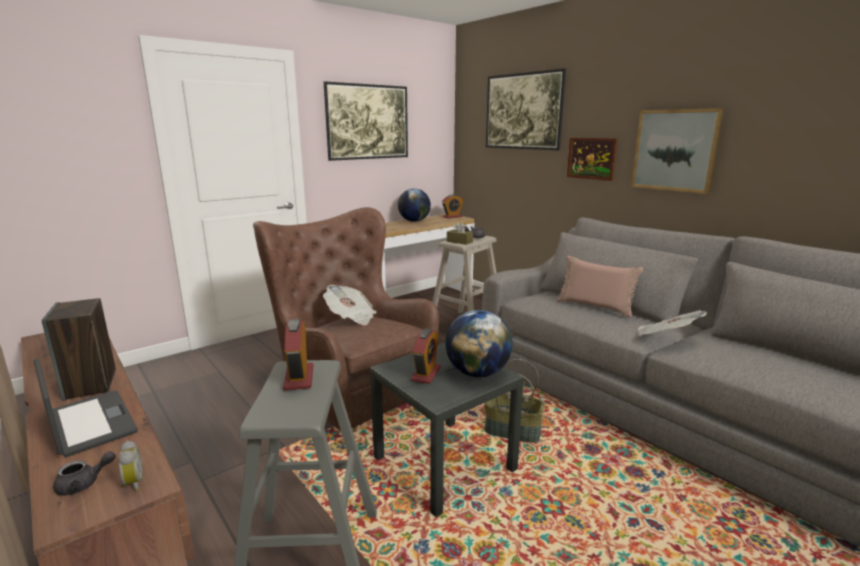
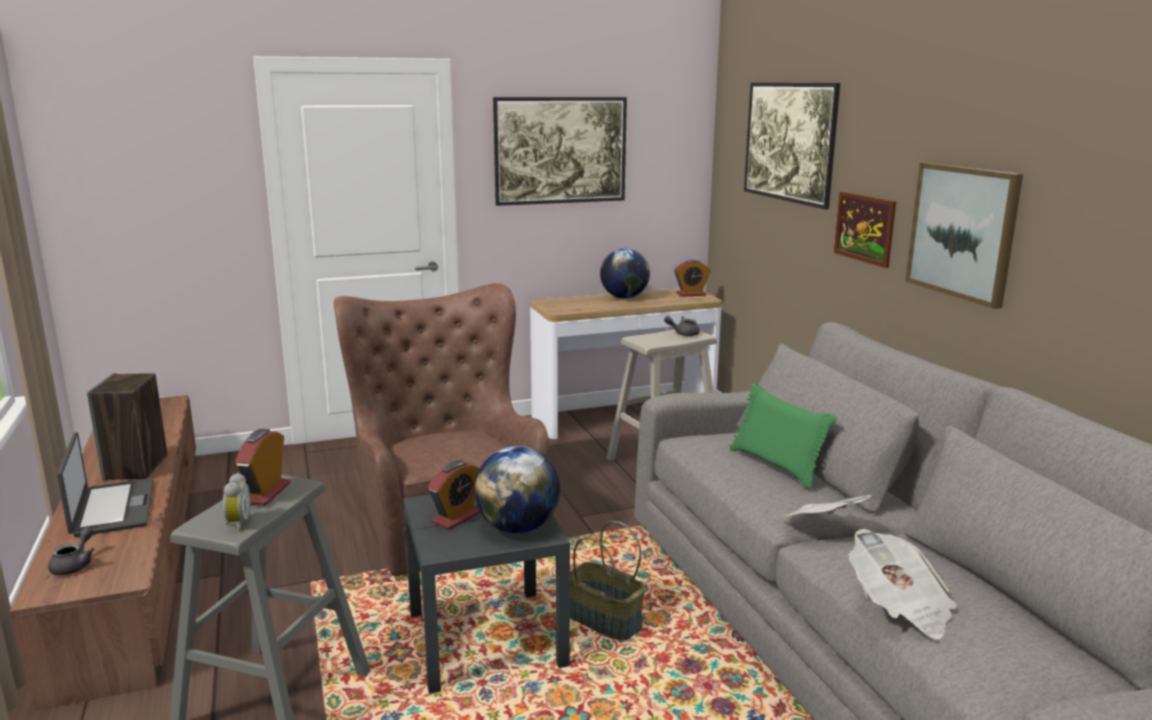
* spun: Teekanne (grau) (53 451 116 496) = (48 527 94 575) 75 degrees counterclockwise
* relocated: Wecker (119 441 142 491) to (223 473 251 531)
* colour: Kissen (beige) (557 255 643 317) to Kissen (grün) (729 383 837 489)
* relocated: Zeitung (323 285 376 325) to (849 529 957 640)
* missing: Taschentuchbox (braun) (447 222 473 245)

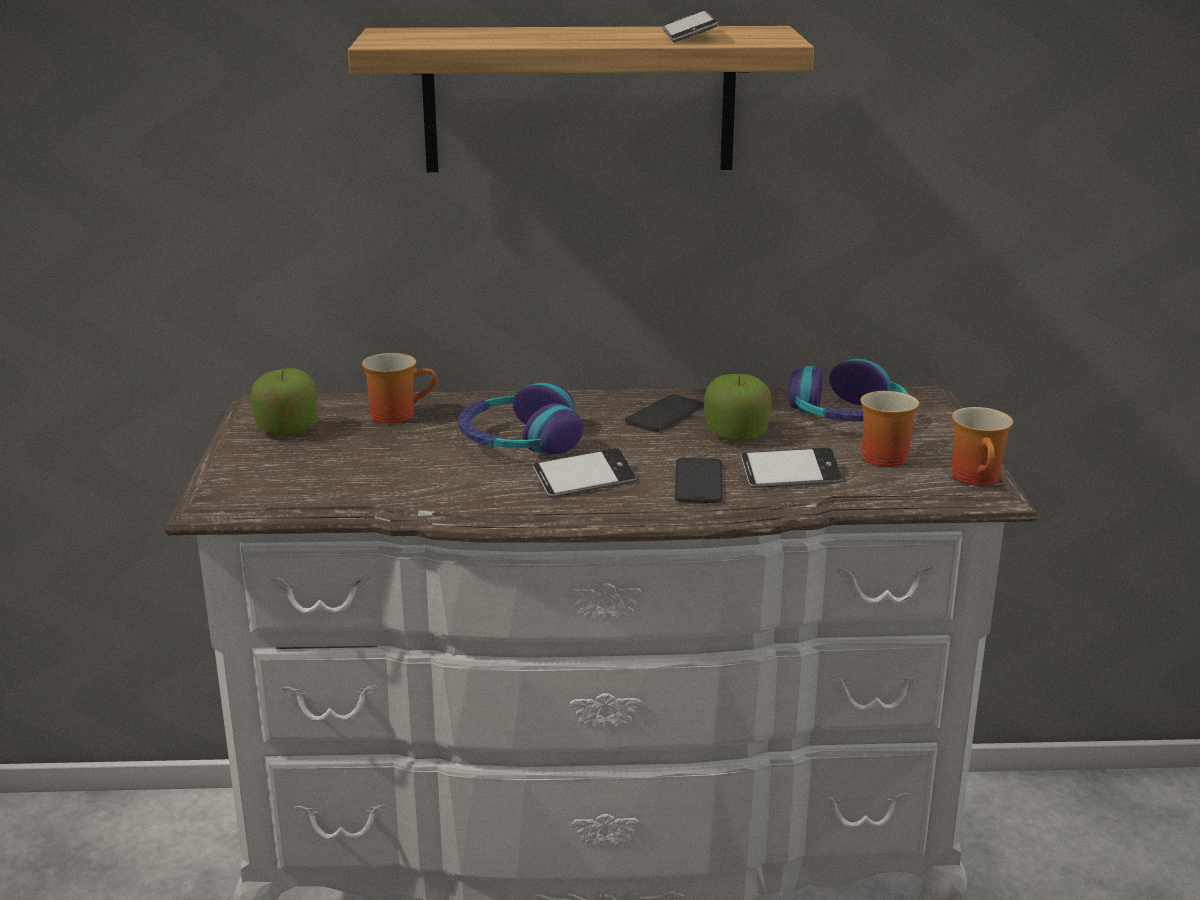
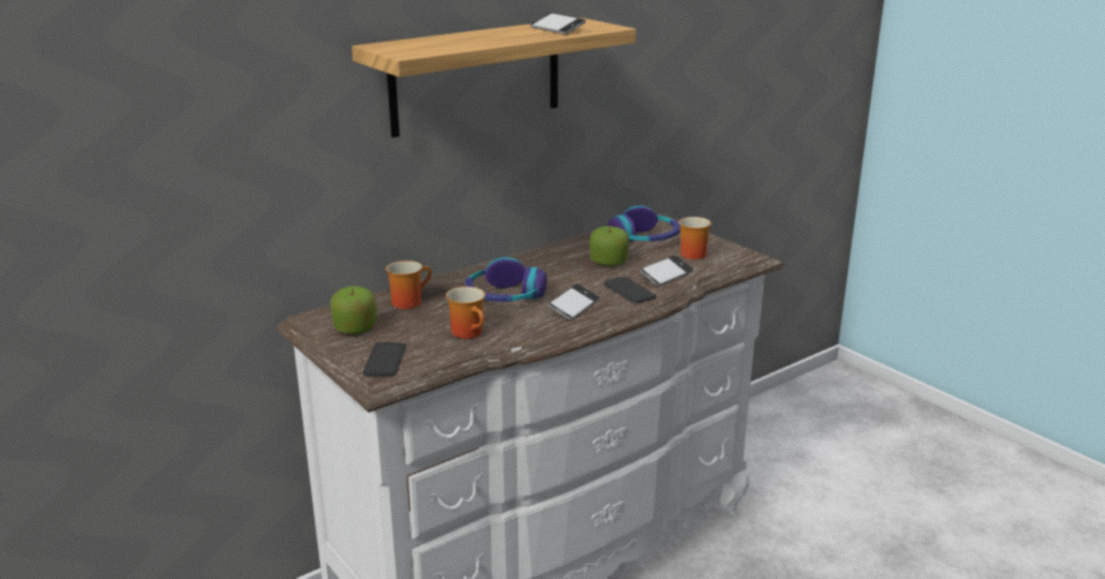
* relocated: Handy (625 394 704 432) to (363 342 406 376)
* relocated: Henkelbecher (951 407 1013 486) to (446 287 485 339)

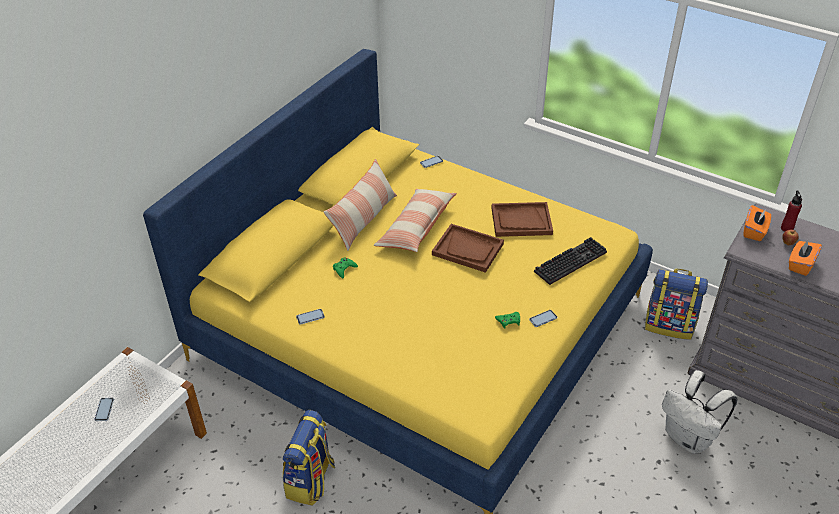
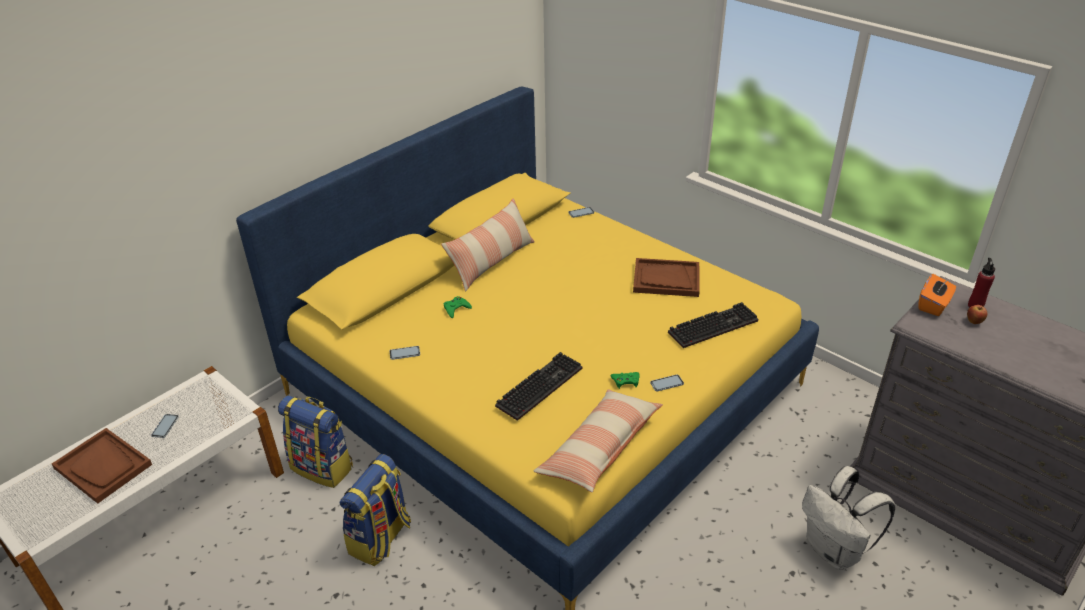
* relocated: Tablett (braun) (432 224 504 273) to (52 428 152 503)
* relocated: Rucksack (645 268 708 340) to (278 395 353 488)
* appeared: Tastatur (495 352 582 421)
* relocated: Kissen (374 189 457 252) to (533 389 663 493)
* missing: Taschentuchbox (orange) (789 239 822 276)

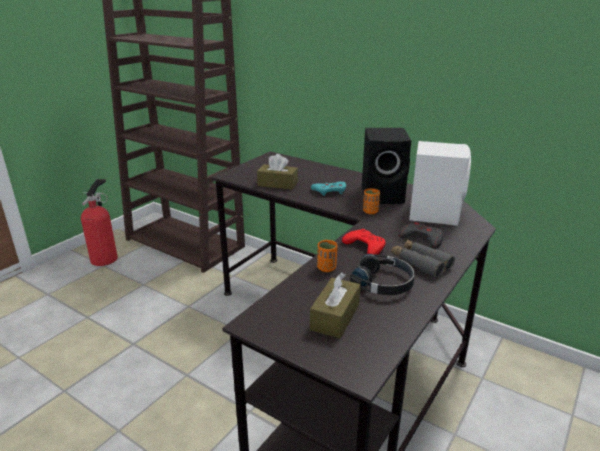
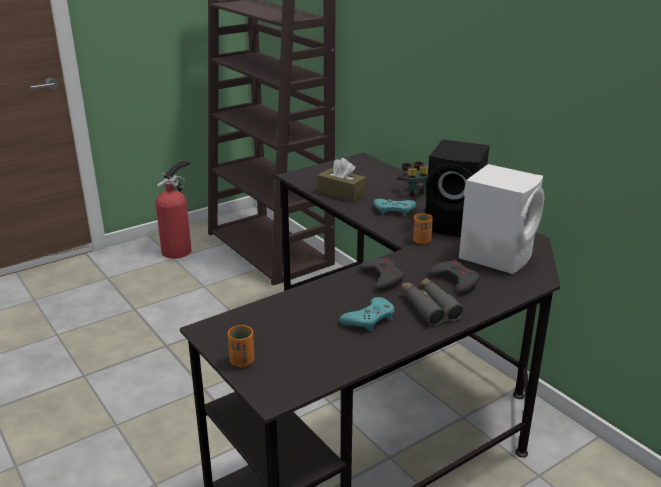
* relocated: Tasse (orange) (317 240 337 272) to (228 325 254 367)
* exchanged: Kopfhörer (schwarz) (350 254 415 295) to Gamepad (türkis) (340 297 395 331)
* colour: Gamepad (rot) (342 229 386 255) to Gamepad (grau) (359 258 403 292)
* appeared: Fernglas (397 161 428 197)
* missing: Taschentuchbox (braun) (310 272 360 338)

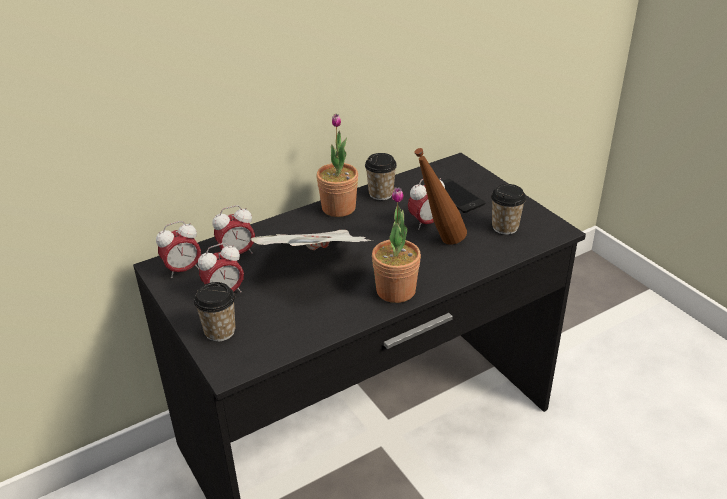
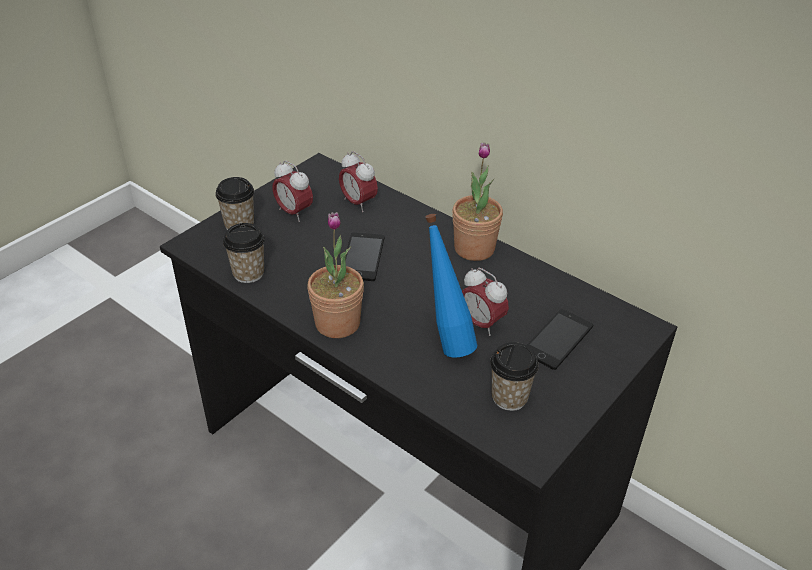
* relocated: Tasse (365 153 397 200) to (223 223 265 283)
* exchanged: Zeitung (251 230 373 250) to Handy (345 232 385 281)
* colour: Flasche (braun) (414 148 467 245) to Flasche (blau) (425 214 477 358)
* missing: Wecker (156 221 201 278)

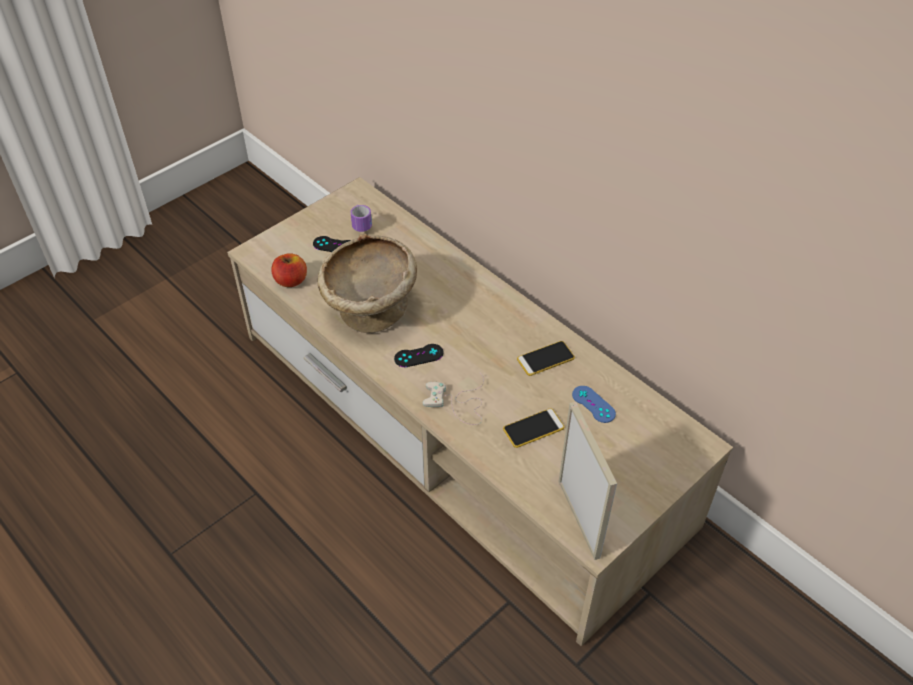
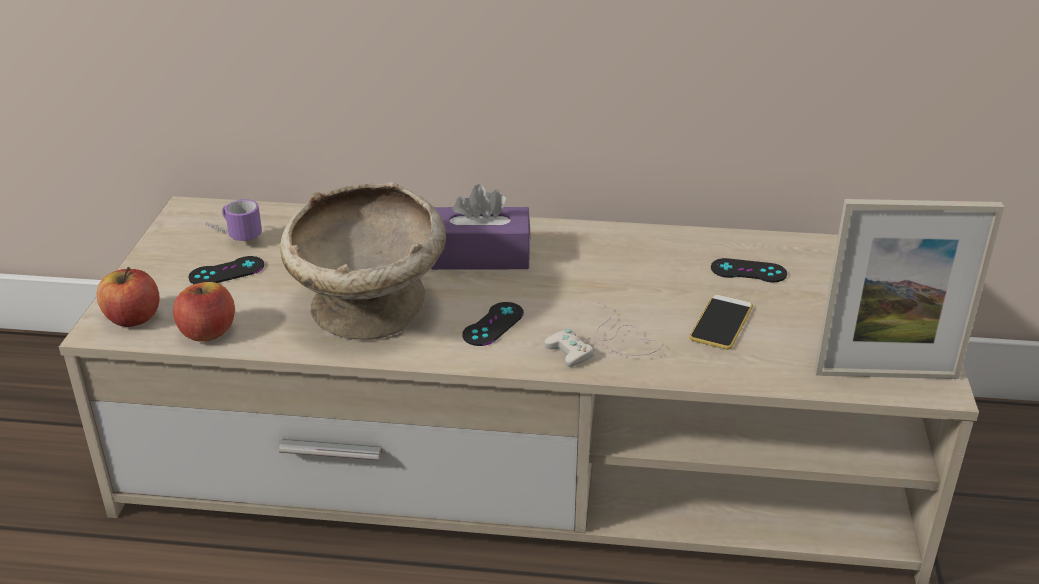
* appeared: Apfel (97 267 159 327)
* appeared: Taschentuchbox (lila) (431 184 531 270)
* colour: Gamepad (blau) (572 386 616 423) to Gamepad (schwarz) (711 258 787 282)
* spun: Bilderrahmen (558 402 617 560) = (814 199 1004 379) 150 degrees clockwise
* missing: Handy (517 341 575 376)

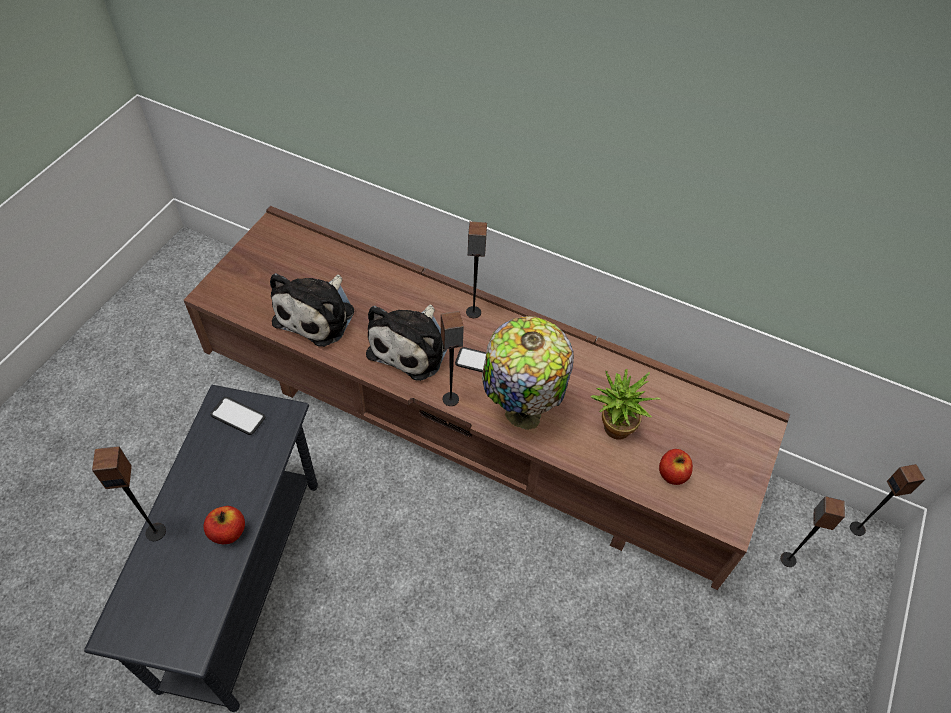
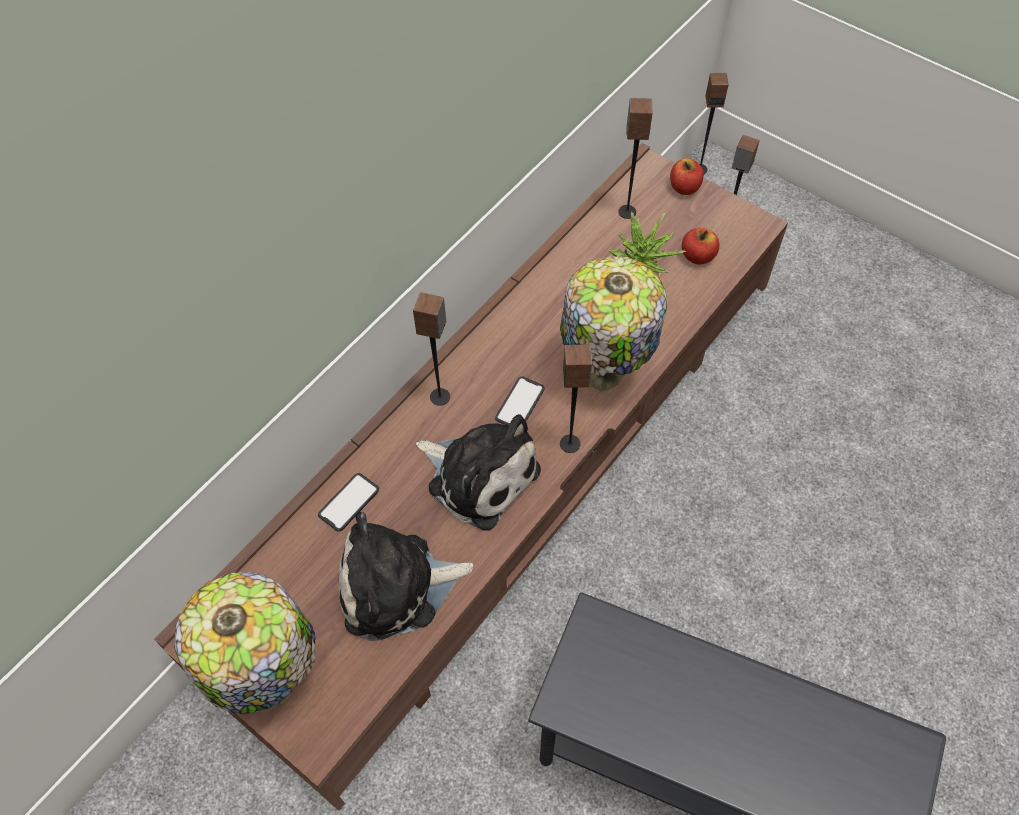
* appeared: Tischlampe (174 572 315 714)
* relocated: Handy (210 397 265 435) to (318 473 379 532)
* spun: Plüschtier (270 273 354 347) = (338 512 473 641) 135 degrees clockwise
* relocated: Lautsprecher (92 446 166 541) to (618 98 652 219)
* relocated: Apfel (203 506 245 544) to (670 158 704 195)

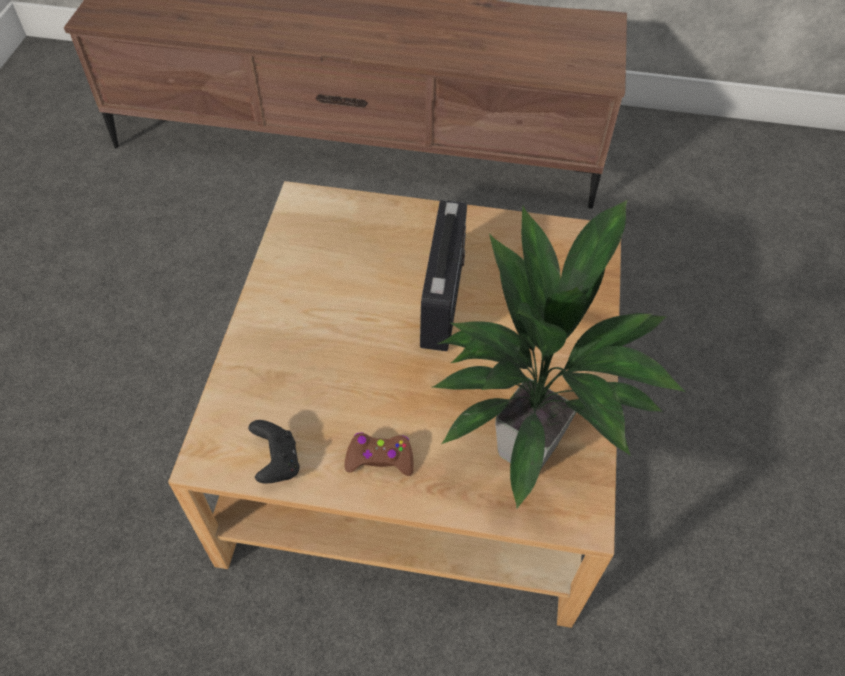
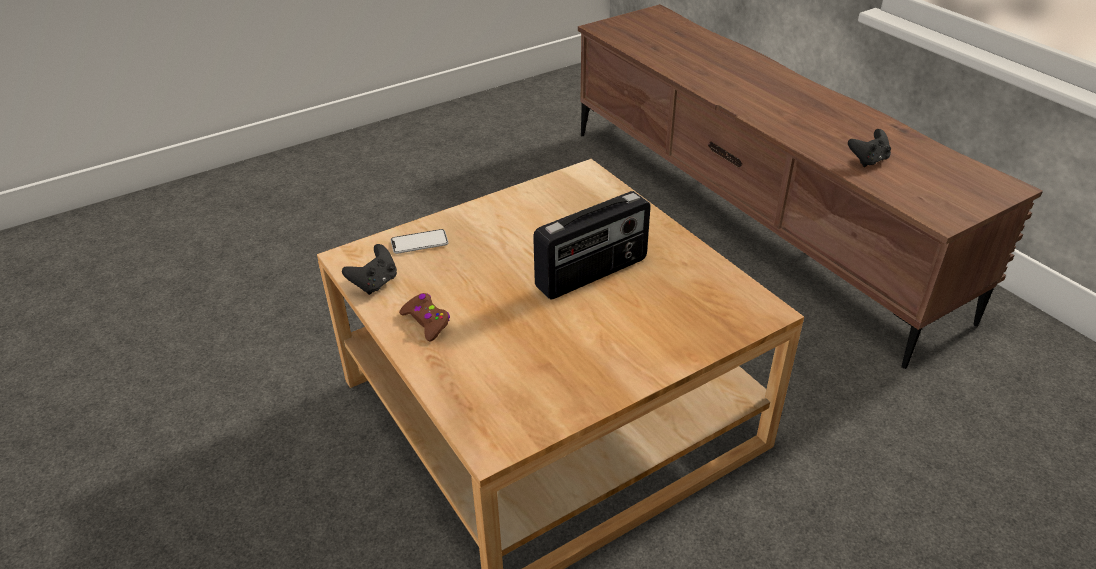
* appeared: Handy (391 229 449 254)
* appeared: Gamepad (schwarz) (848 129 891 167)
* missing: Topfpflanze (432 199 685 510)

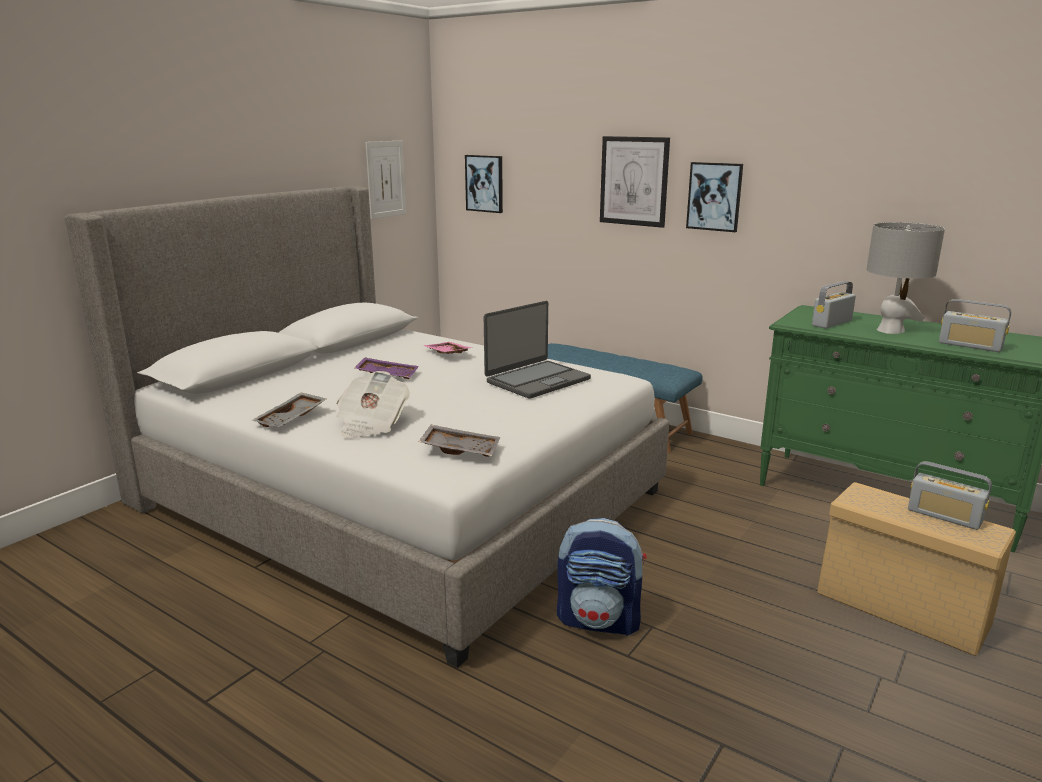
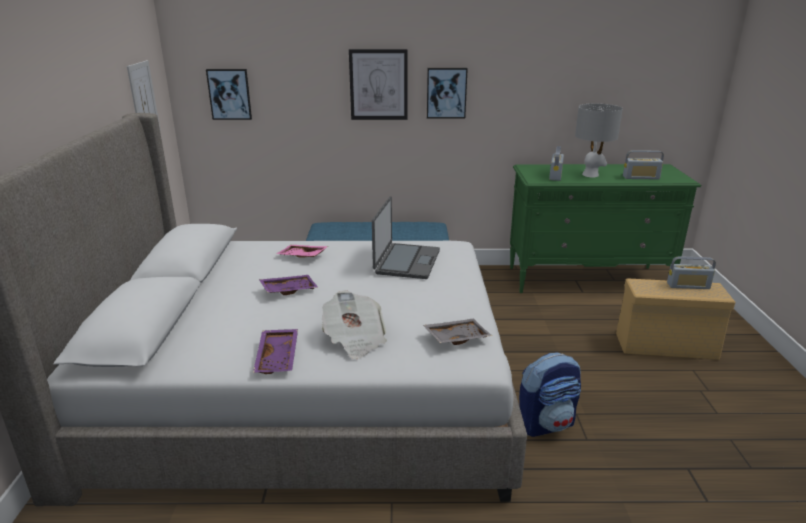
* colour: Tablett (grau) (252 393 327 427) to Tablett (lila) (253 329 298 374)

